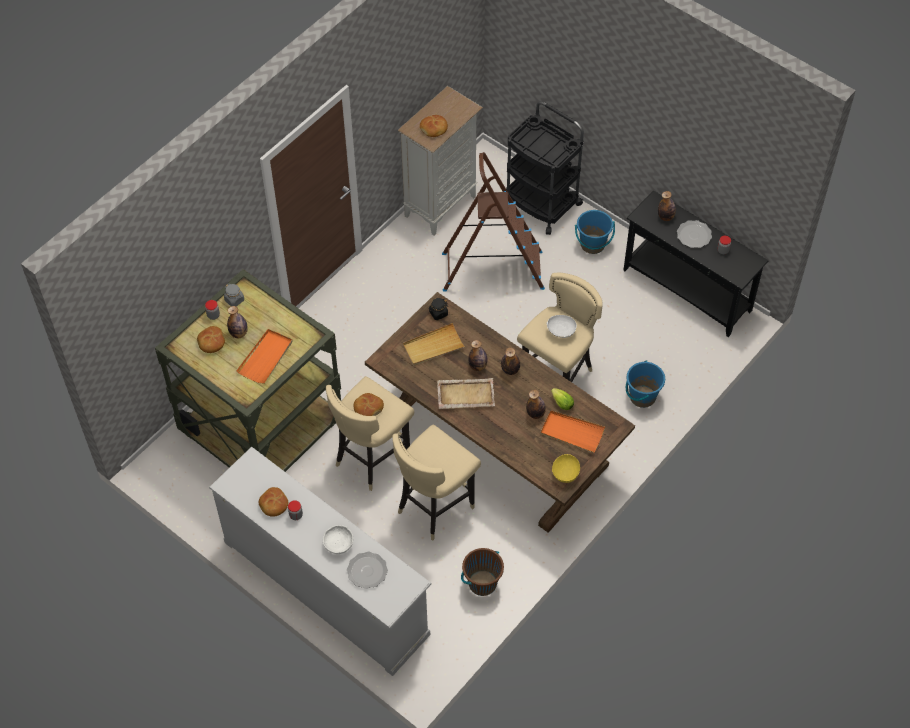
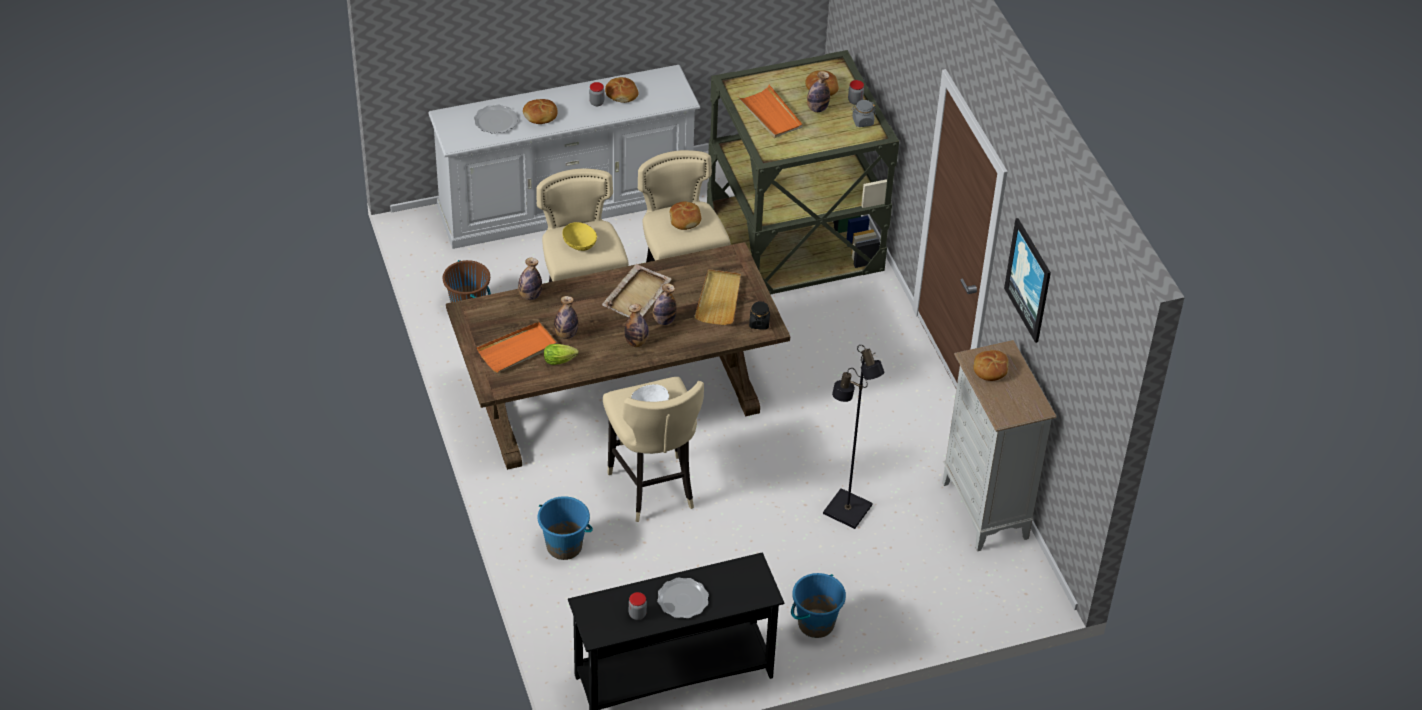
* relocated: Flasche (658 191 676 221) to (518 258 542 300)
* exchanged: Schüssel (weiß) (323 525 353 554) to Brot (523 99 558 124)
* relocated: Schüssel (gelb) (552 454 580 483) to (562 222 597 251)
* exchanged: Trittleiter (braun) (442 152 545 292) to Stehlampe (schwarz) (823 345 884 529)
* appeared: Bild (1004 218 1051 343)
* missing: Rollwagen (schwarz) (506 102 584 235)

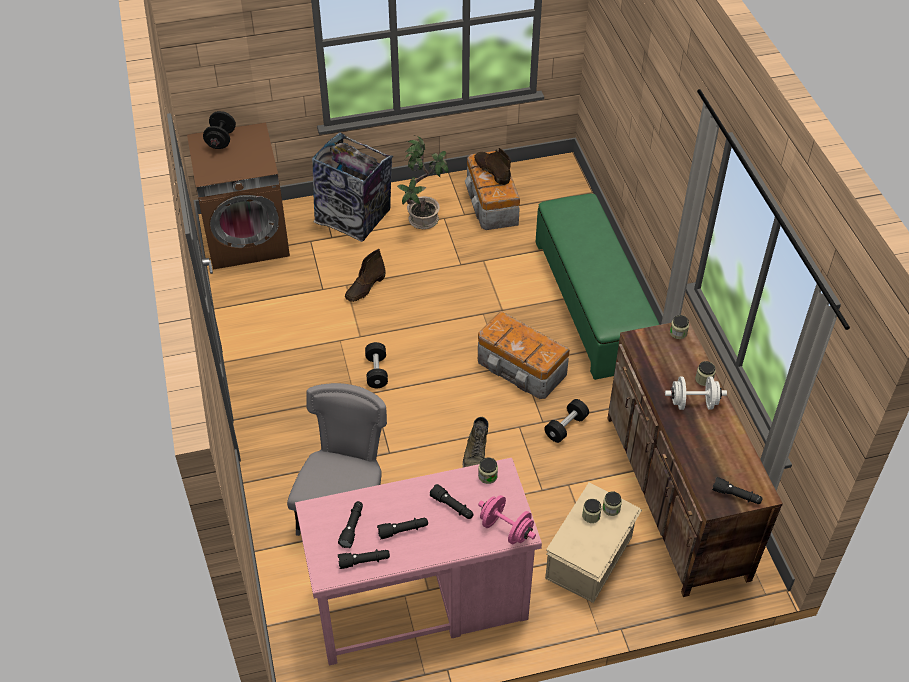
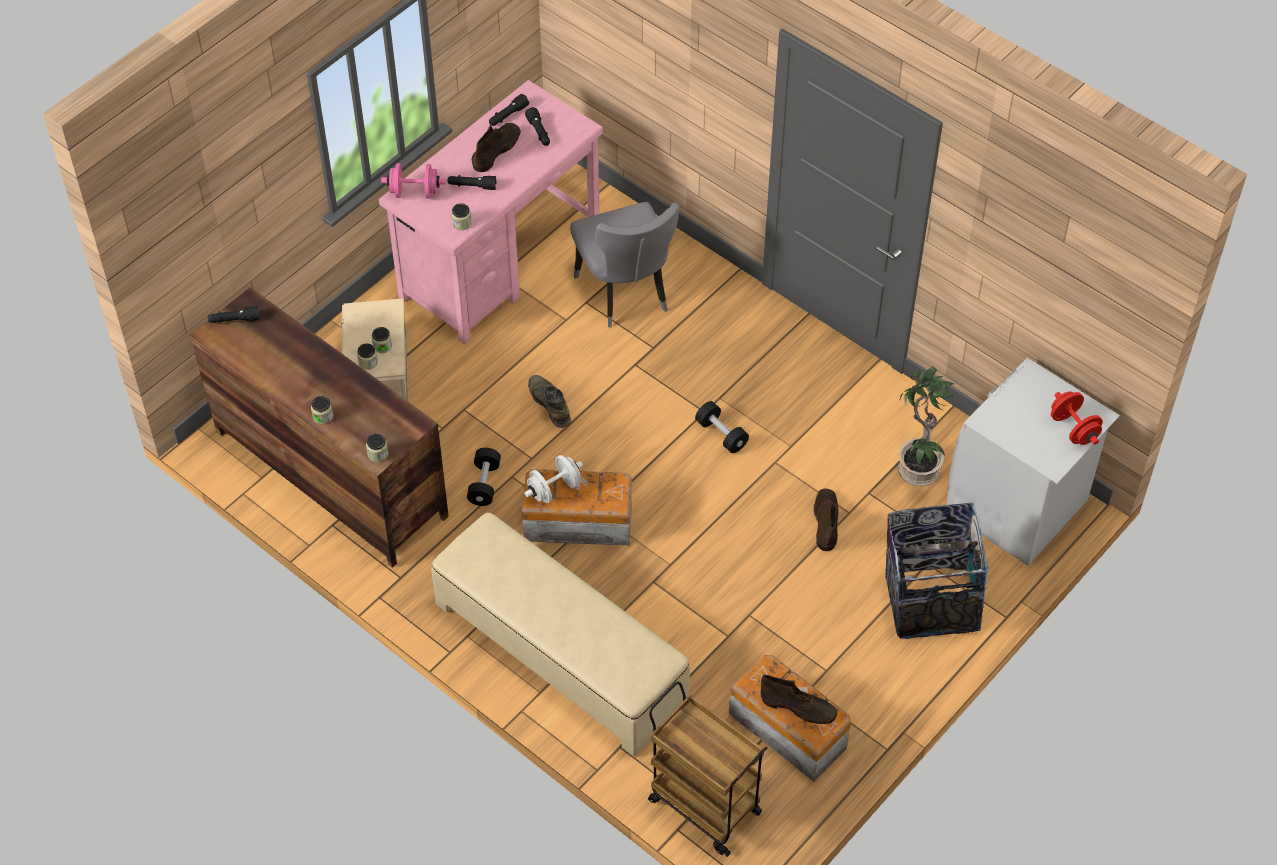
* colour: Bank (grün) (536 194 659 380) to Bank (beige) (431 513 690 756)
* exchanged: Taschenlampe (schwarz) (377 518 428 540) to Stiefel (braun) (472 123 521 172)
* relocated: Hantel (weiß) (665 377 727 410) to (525 455 583 503)
* appeared: Rollwagen (braun) (648 682 768 857)
* relocated: Topfpflanze (397 136 449 229) to (898 367 955 486)
* colour: Waschmaschine (braun) (187 123 290 270) to Waschmaschine (weiß) (947 358 1120 566)
* colour: Hantel (schwarz) (203 111 236 149) to Hantel (rot) (1051 391 1103 445)

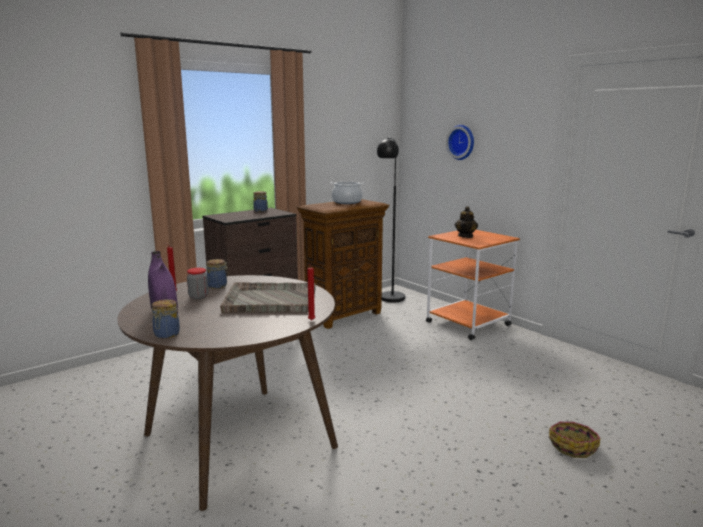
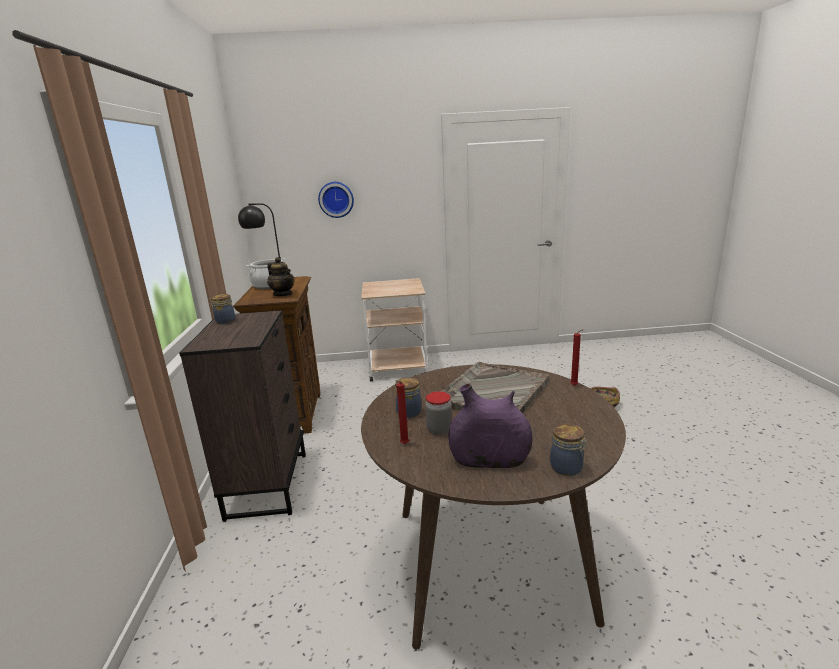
* relocated: Teekanne (455 206 478 238) to (267 257 295 296)
* colour: Rollwagen (orange) (426 230 520 340) to Rollwagen (beige) (361 278 428 382)

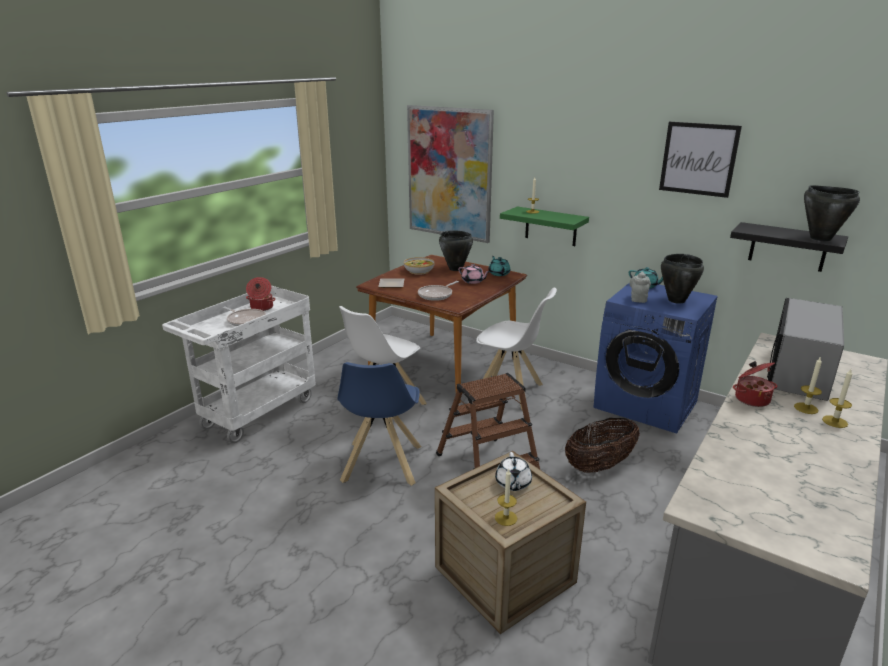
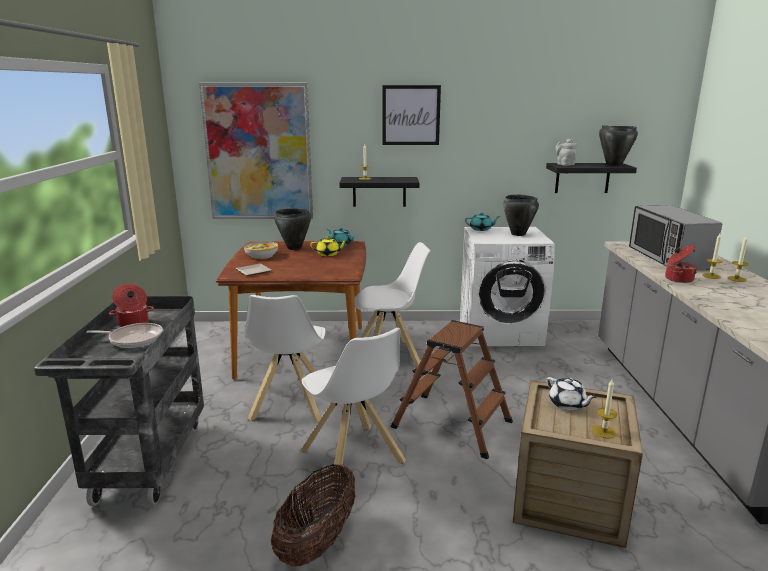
* colour: Rollwagen (weiß) (162 286 316 443) to Rollwagen (schwarz) (34 296 204 506)
* relocated: Korb (565 418 640 473) to (271 464 355 567)
* colour: Stuhl (blau) (337 362 421 486) to Stuhl (weiß) (300 328 406 488)
* colour: Teekanne (rosa) (458 264 490 284) to Teekanne (gelb) (310 236 348 256)
* colour: Wandregal (grün) (500 207 589 246) to Wandregal (schwarz) (339 177 419 207)
* relocated: Bild (659 122 742 198) to (382 85 441 145)
* colour: Waschmaschine (blau) (593 283 718 434) to Waschmaschine (weiß) (460 227 555 346)
* relocated: Teekanne (grau) (629 271 651 303) to (555 139 577 166)
* missing: Pfanne (418 281 459 301)

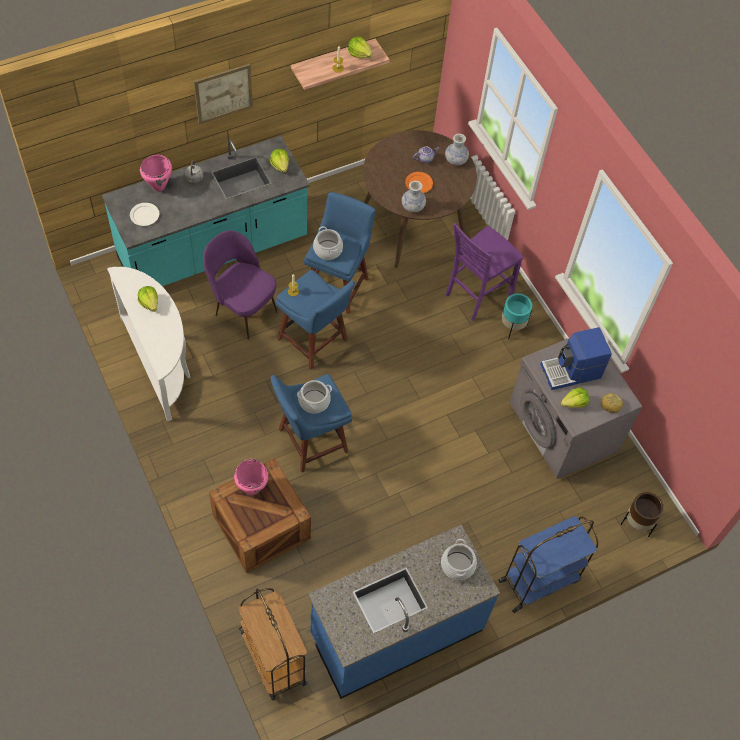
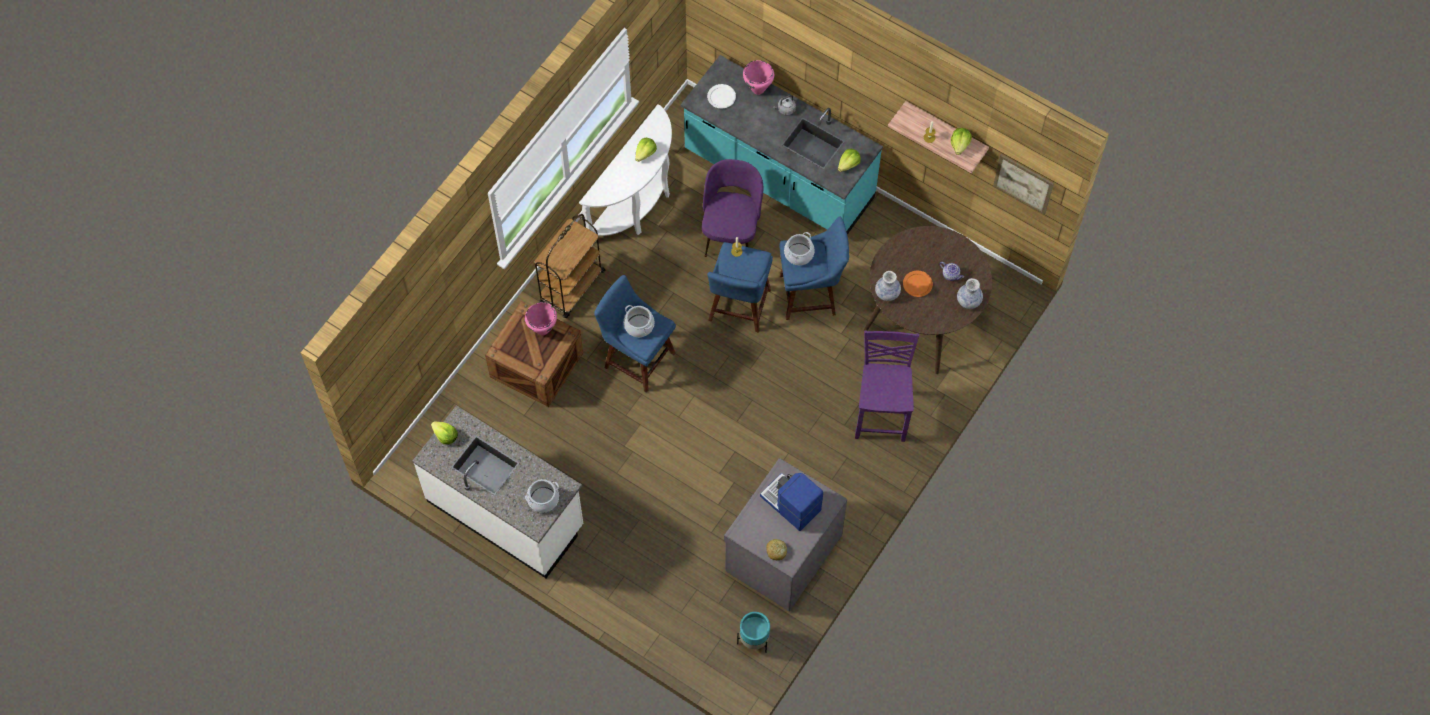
* colour: Küchenzeile (blau) (308 525 500 699) to Küchenzeile (weiß) (412 405 583 578)
* relocated: Salatkopf (560 387 590 408) to (431 421 458 444)
* relocated: Rollwagen (braun) (238 588 307 700) to (535 214 606 318)
* relocated: Pflanzkübel (türkis) (501 293 532 339) to (737 612 770 653)
* spun: Stuhl (lila) (446 222 523 321) = (855 330 919 442) 75 degrees clockwise
* relocated: Bild (194 64 253 124) to (993 154 1054 215)
* missing: Rollwagen (blau) (499 516 598 613)
* missing: Pflanzkübel (braun) (621 492 664 537)

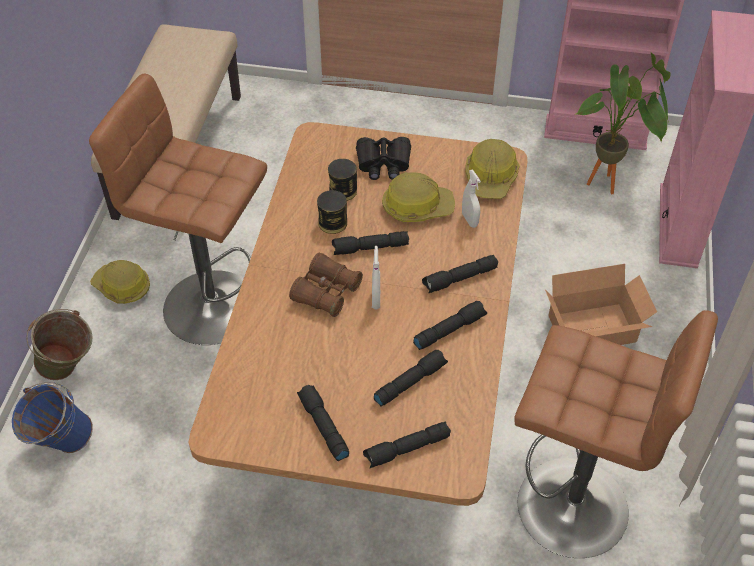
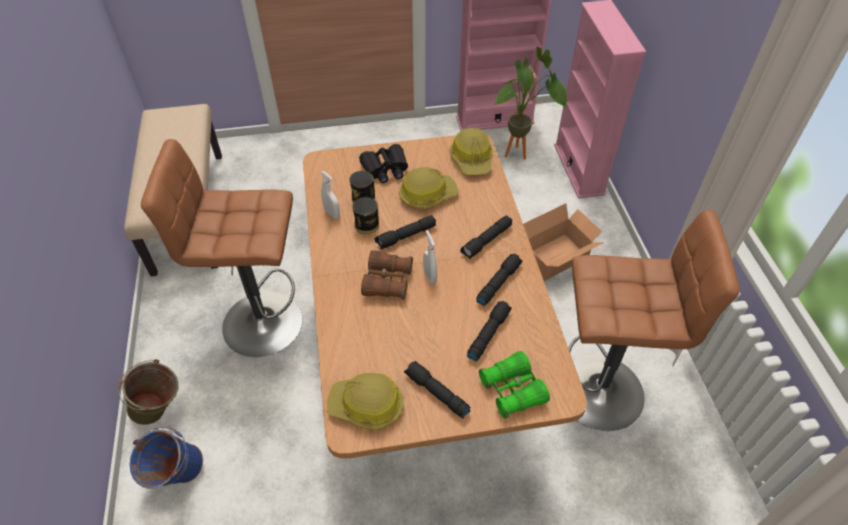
* relocated: Sprühflasche (weiß) (462 170 481 228) to (321 171 340 219)
* relocated: Schutzhelm (90 260 150 304) to (327 373 404 430)
* exchanged: Taschenlampe (schwarz) (363 422 451 468) to Fernglas (grün) (479 351 550 419)

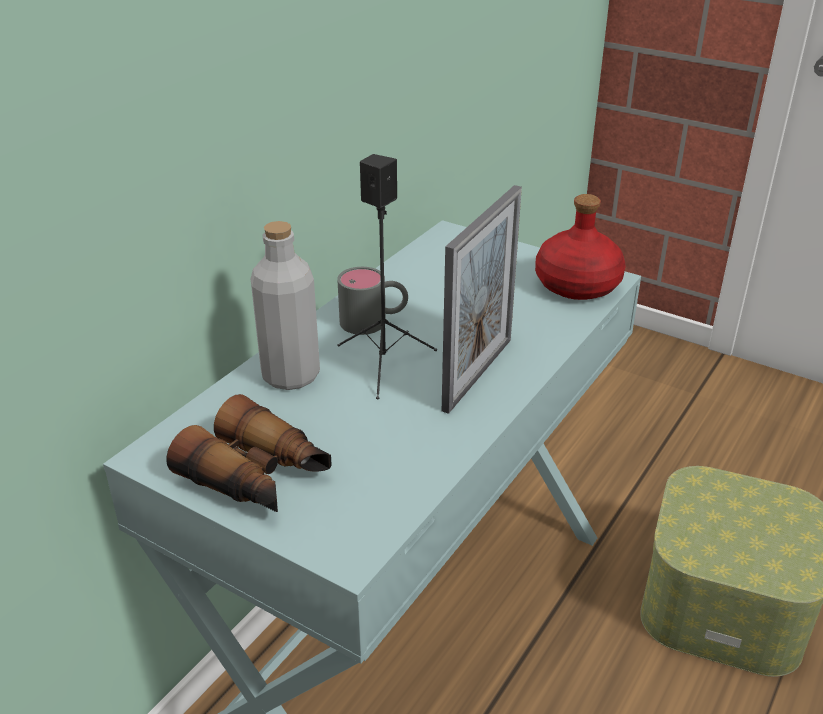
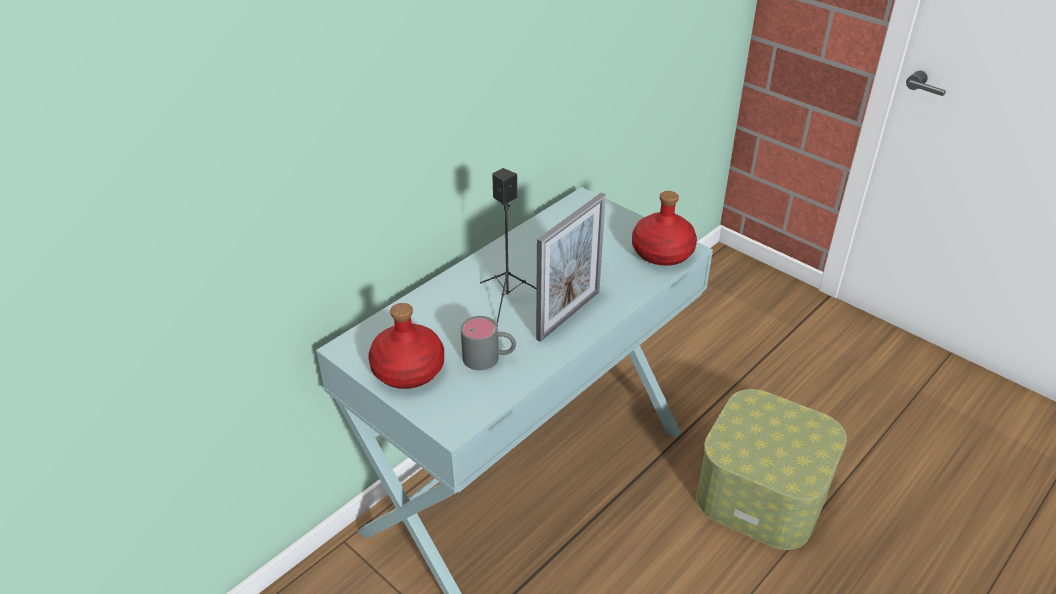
* exchanged: Fernglas (166 394 332 512) to Flasche (rot) (368 303 444 389)
* relocated: Henkelbecher (grau) (337 267 408 335) to (461 316 516 370)
* missing: Flasche (grau) (251 221 320 390)

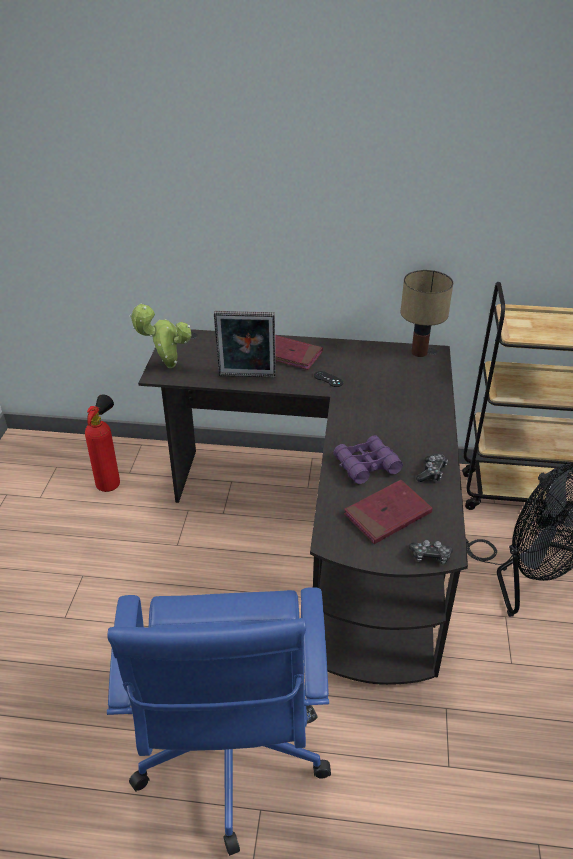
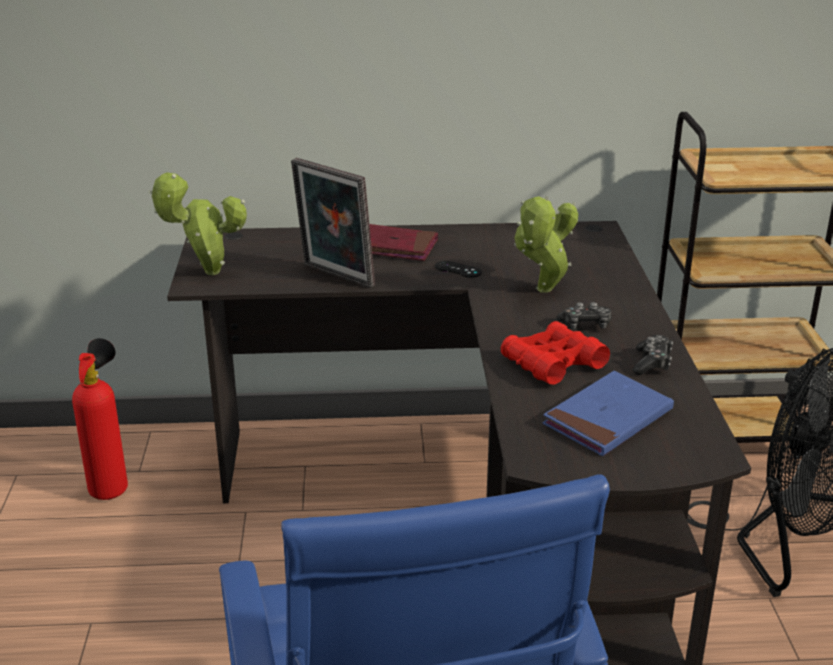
* spun: Bilderrahmen (214 311 276 378) = (291 158 375 288) 45 degrees clockwise
* colour: Fernglas (lila) (333 435 403 484) to Fernglas (rot) (501 321 610 385)
* appeared: Topfpflanze (514 195 578 293)
* colour: Buch (rot) (344 480 433 544) to Buch (blau) (543 371 674 456)
* relocated: Gamepad (409 540 453 565) to (557 302 612 329)
* missing: Tischlampe (400 270 453 357)

